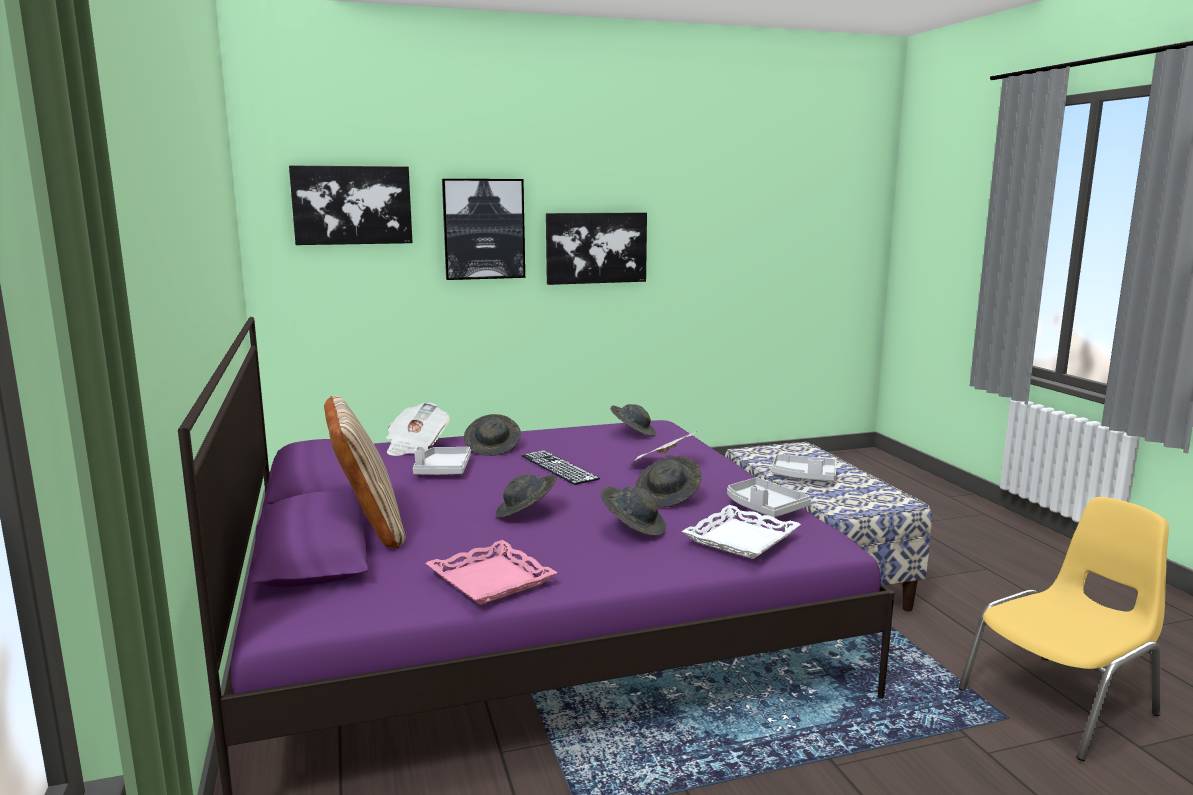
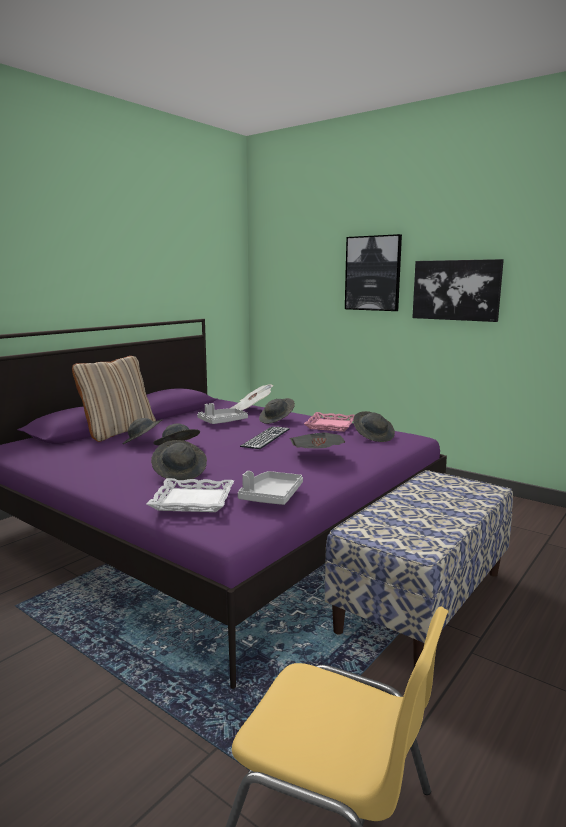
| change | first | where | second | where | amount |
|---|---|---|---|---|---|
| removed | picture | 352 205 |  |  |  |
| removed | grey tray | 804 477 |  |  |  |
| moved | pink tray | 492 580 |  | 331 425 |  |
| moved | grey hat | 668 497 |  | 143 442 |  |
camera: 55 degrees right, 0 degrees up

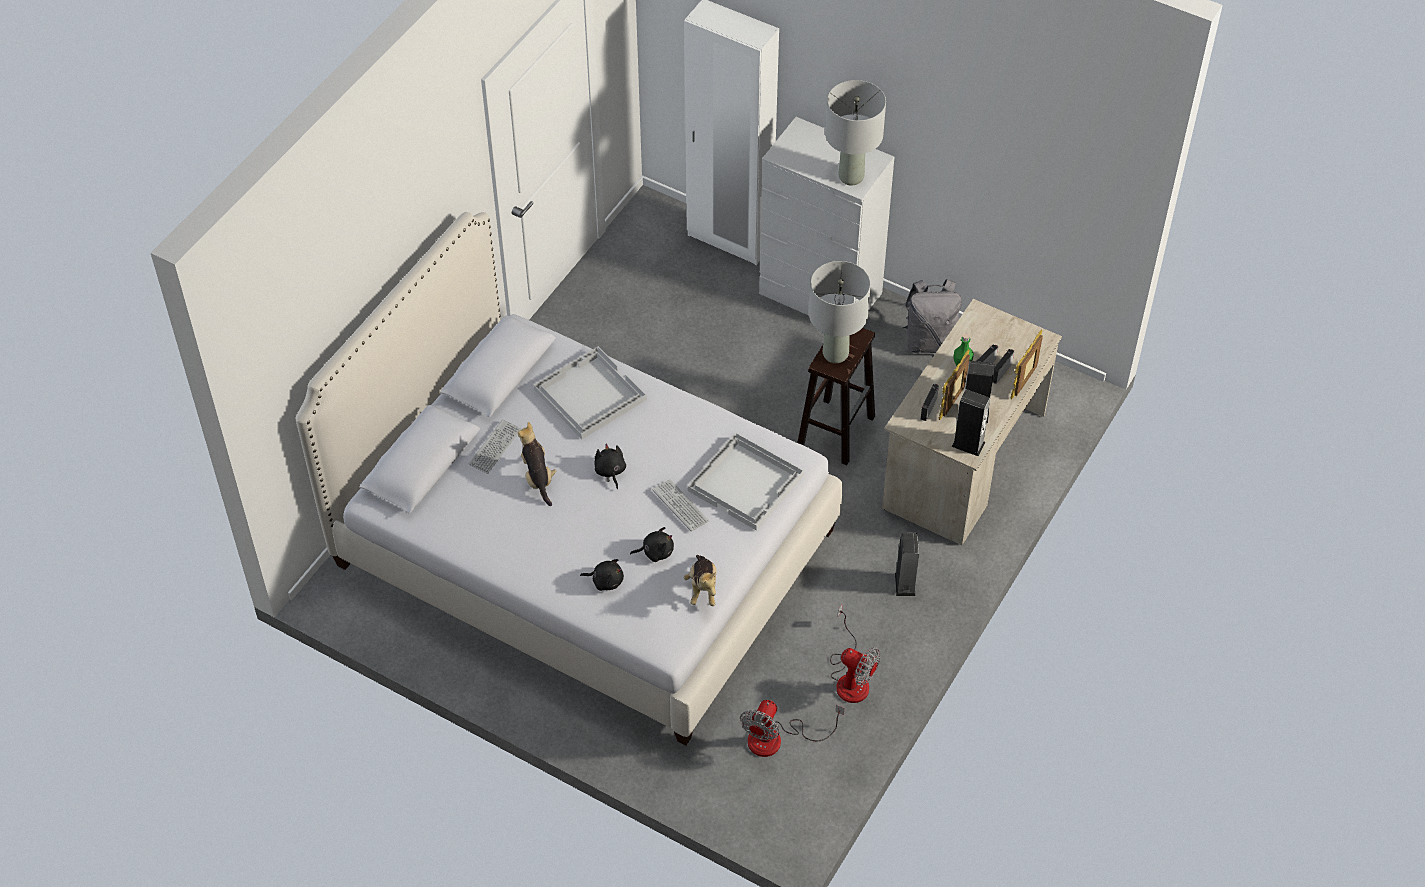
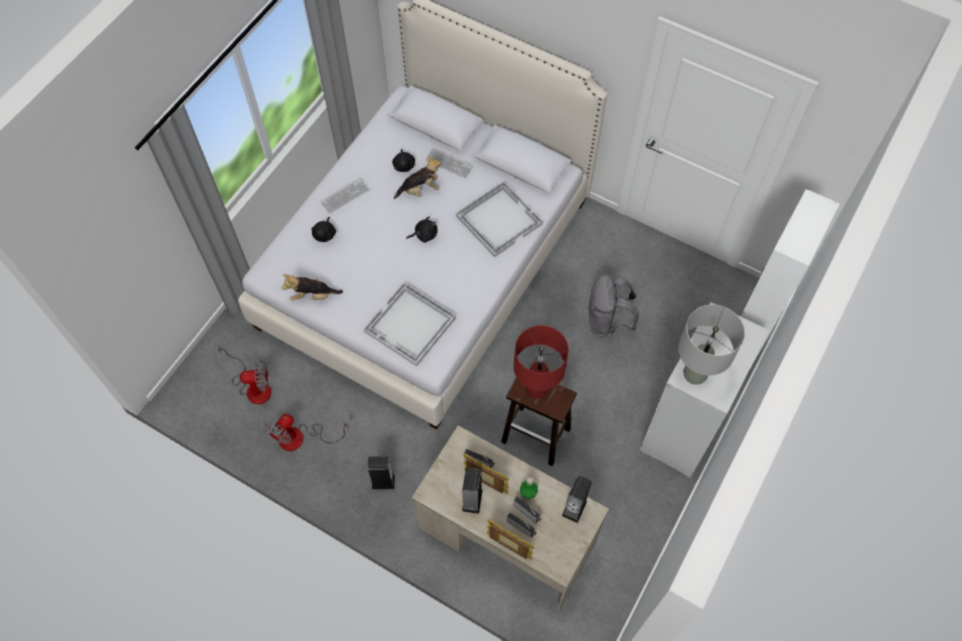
| change | first | where | second | where | amount |
|---|---|---|---|---|---|
| moved | black plush toy | 655 552 |  | 404 165 |  |
| moved | keyboard | 680 506 |  | 344 196 |  |
| moved | grey backpack | 930 341 |  | 607 322 |  |
| moved | speaker | 968 444 |  | 574 508 |  |
| recoloured | grey table lamp | 836 353 | red table lamp | 537 389 |  |
| turned | fan | 777 739 |  | 253 386 | 150 degrees clockwise |
camera: 90 degrees right, 10 degrees up

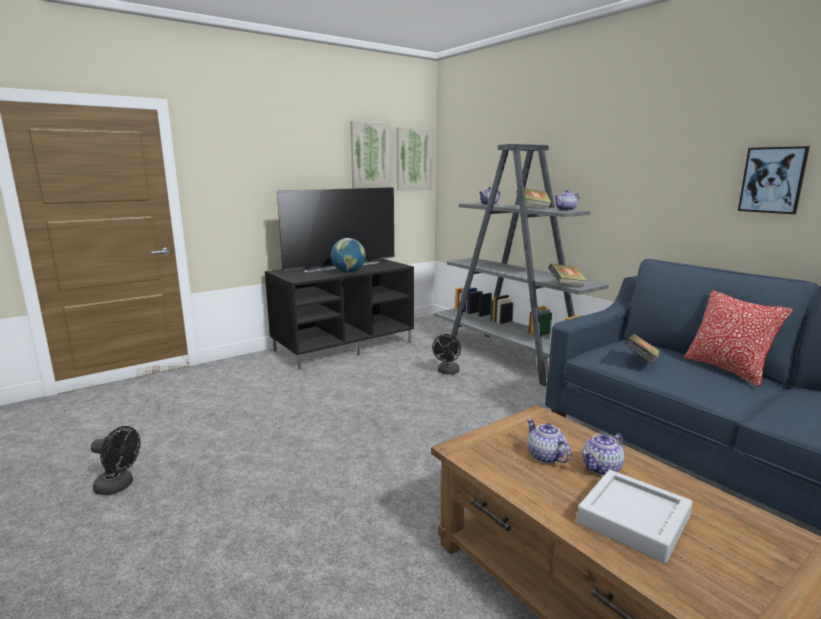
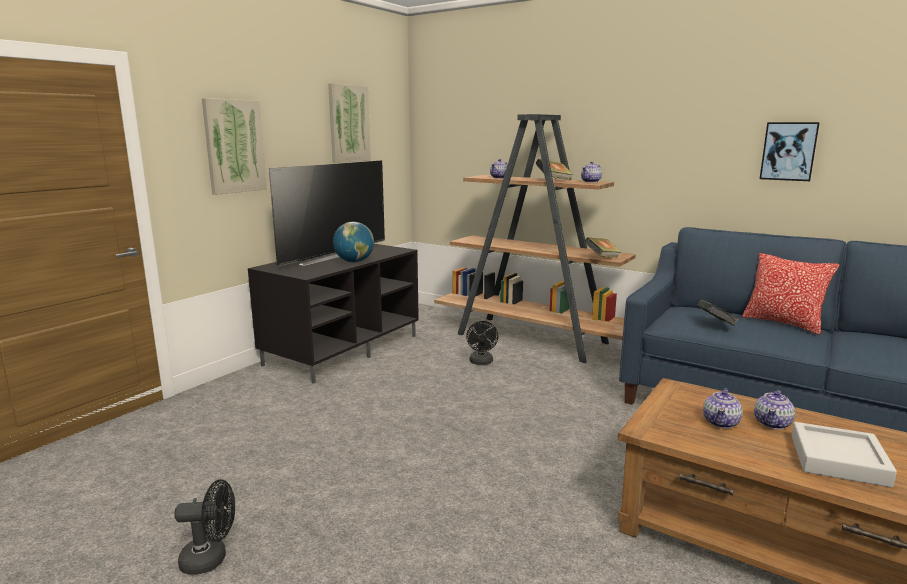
| change | first | where | second | where | amount |
|---|---|---|---|---|---|
| moved | picture | 413 159 |  | 234 146 |  |
| recoloured | grey bookcase | 513 358 | brown bookcase | 534 339 |  |
| turned | teapot | 545 457 |  | 721 422 | 105 degrees counterclockwise |
camera: 20 degrees left, 0 degrees up

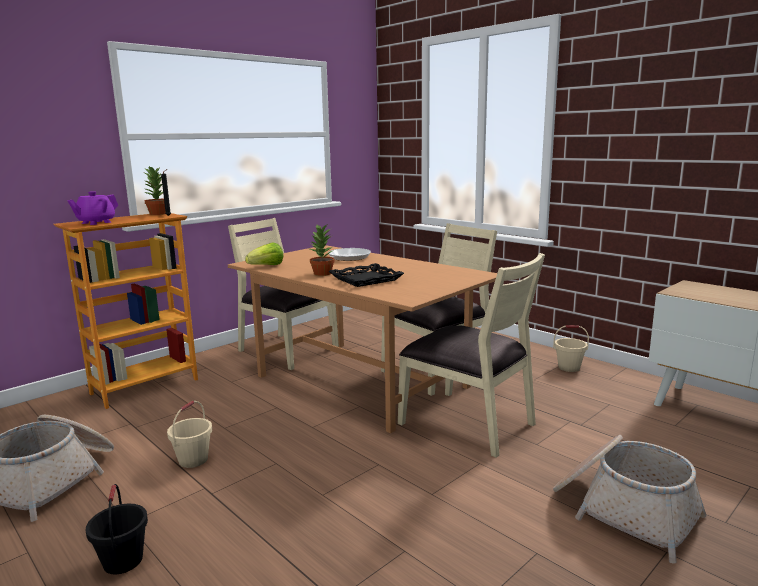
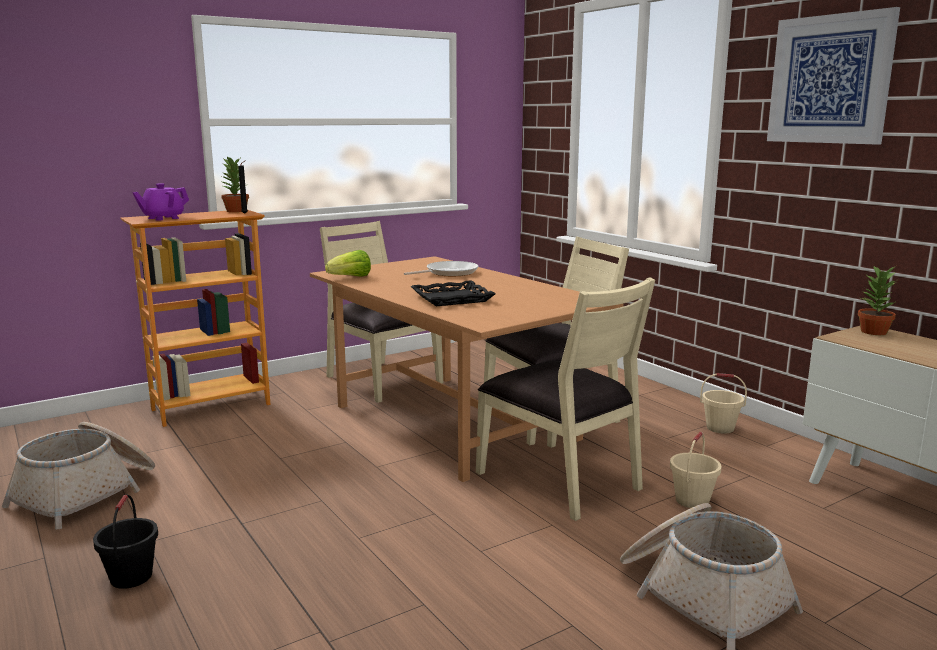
| change | first | where | second | where | amount |
|---|---|---|---|---|---|
| added |  |  | picture | 829 79 |  |
| moved | beige bucket | 193 460 |  | 692 501 |  |
| moved | potted plant | 322 273 |  | 874 332 |  |
camera: 10 degrees right, 0 degrees up

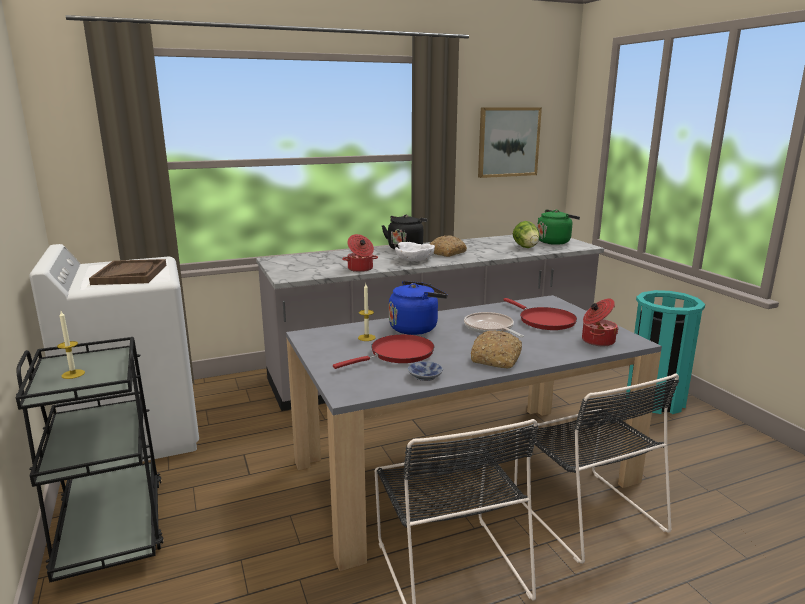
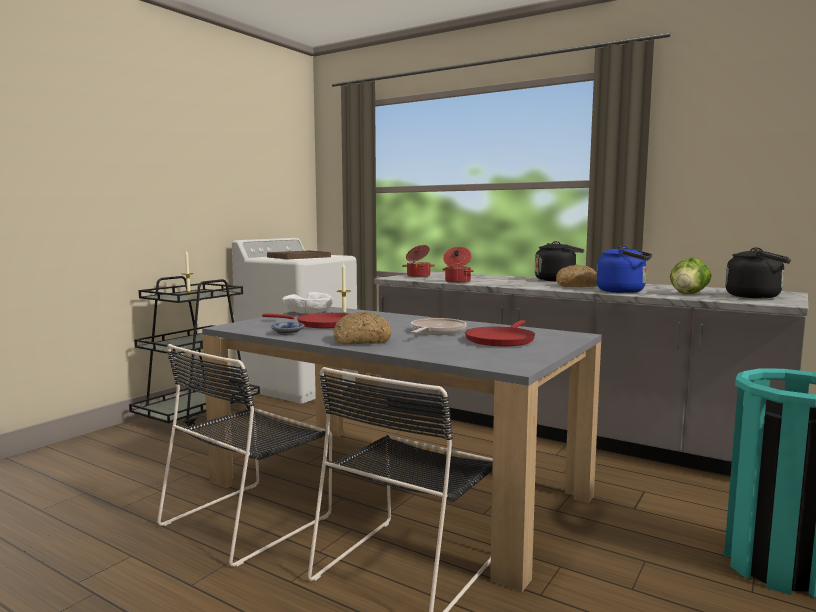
| change | first | where | second | where | amount |
|---|---|---|---|---|---|
| removed | picture | 508 142 |  |  |  |
| moved | blue kettle | 416 328 |  | 624 291 |  |
| moved | white bowl | 414 260 |  | 309 313 |  |
| moved | cooking pot | 597 341 |  | 418 276 |  |
| recoloured | green kettle | 554 242 | black kettle | 757 296 |  |
camera: 55 degrees right, 10 degrees down

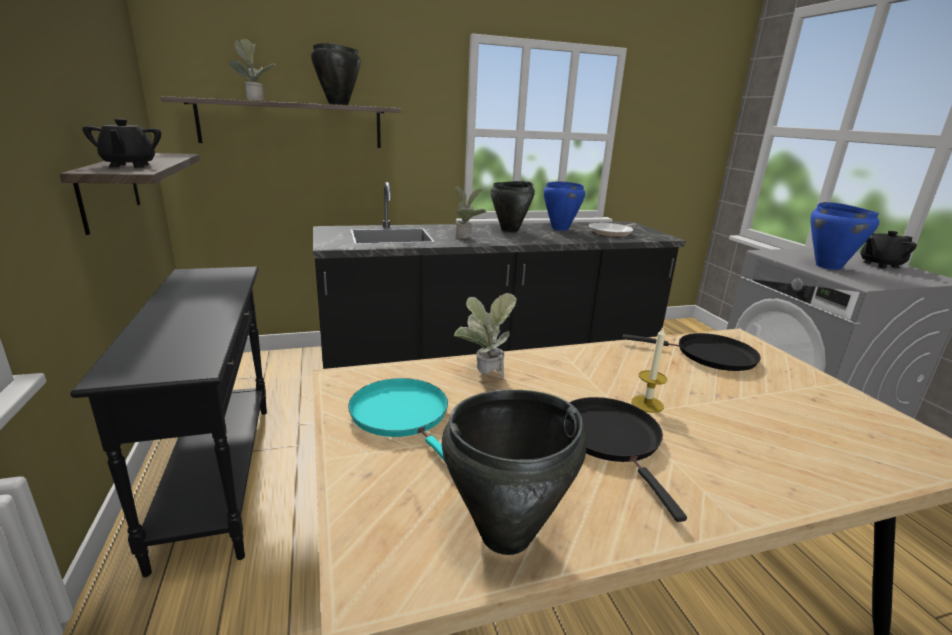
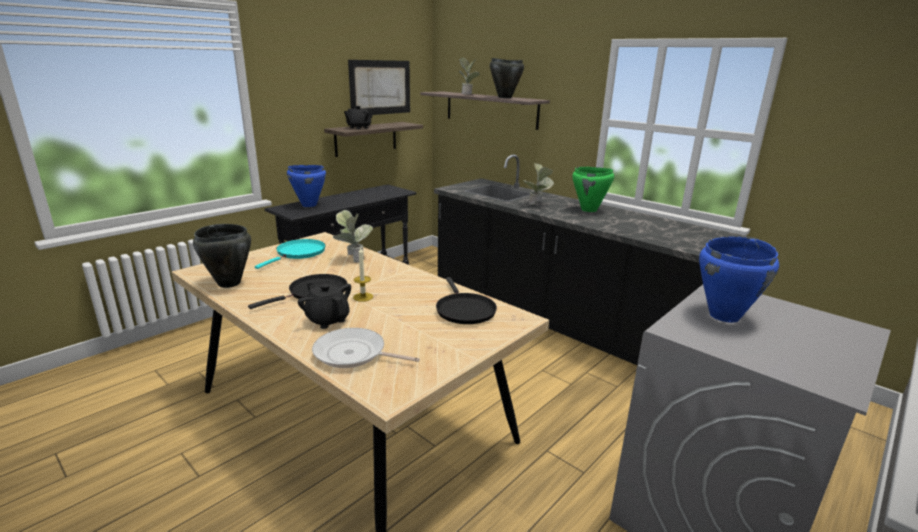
| change | first | where | second | where | amount |
|---|---|---|---|---|---|
| added |  |  | picture | 380 87 |  |
| moved | blue cooking pot | 559 228 |  | 309 205 |  |
| moved | frying pan | 612 232 |  | 353 354 |  |
| moved | black teapot | 880 264 |  | 327 320 |  |
| recoloured | black cooking pot | 510 230 | green cooking pot | 589 210 |  |
camera: 60 degrees right, 0 degrees up

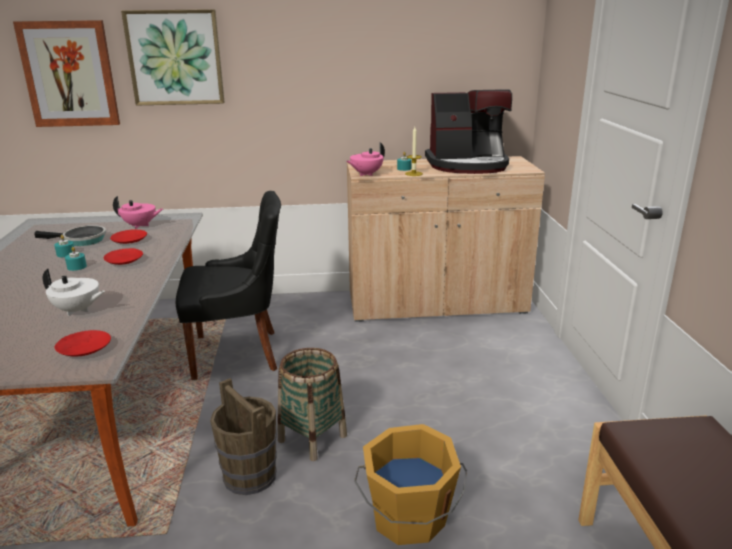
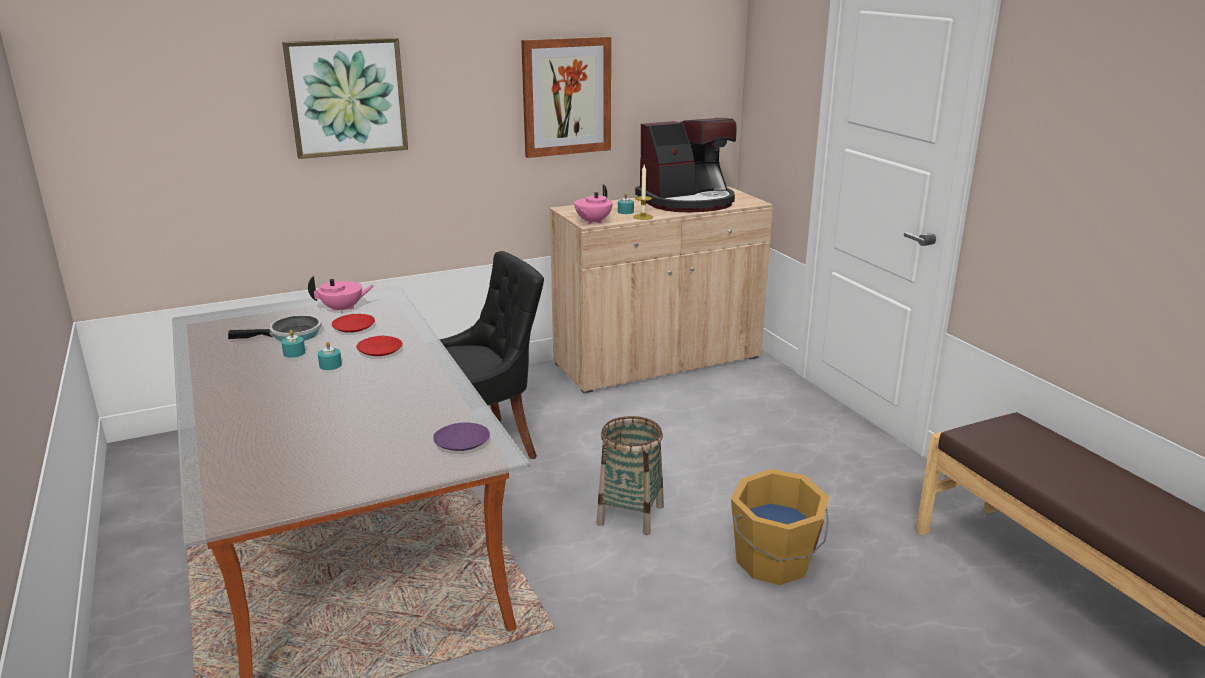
| change | first | where | second | where | amount |
|---|---|---|---|---|---|
| removed | white teapot | 77 310 |  |  |  |
| removed | brown bucket | 249 475 |  |  |  |
| moved | picture | 69 74 |  | 566 96 |  |
| recoloured | red plate | 84 349 | purple plate | 461 443 |  |
camera: 20 degrees left, 0 degrees up

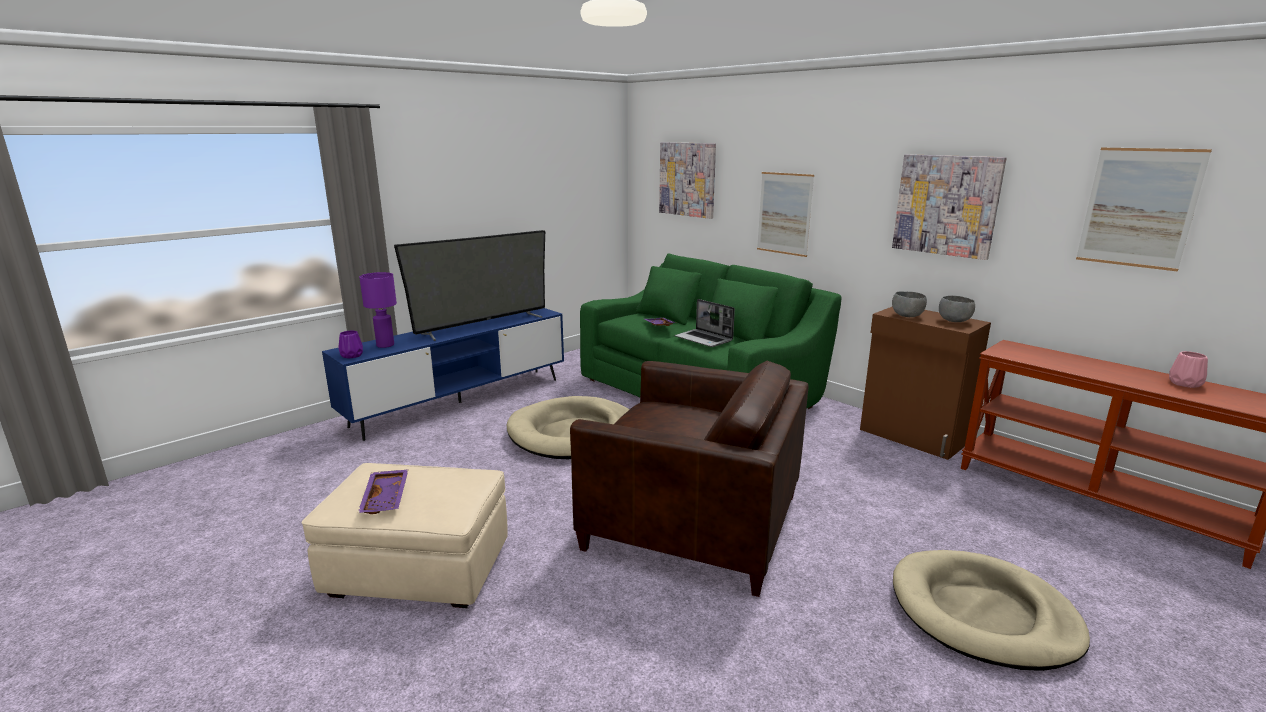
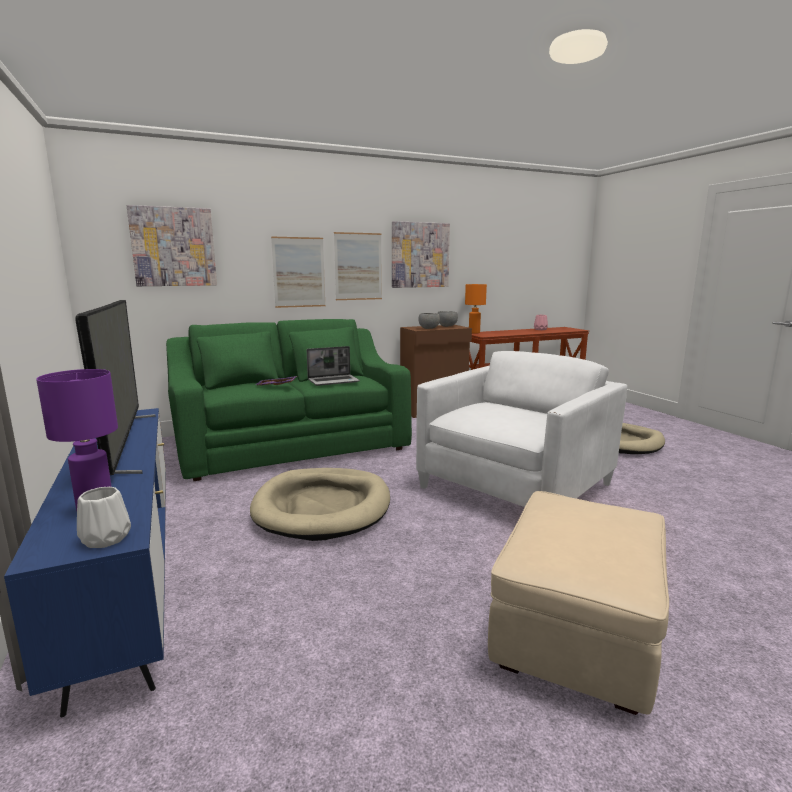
| change | first | where | second | where | amount |
|---|---|---|---|---|---|
| removed | purple tray | 386 498 |  |  |  |
| added |  |  | orange table lamp | 474 333 |  |
| moved | picture | 1139 208 |  | 358 266 |  |
| recoloured | purple vase | 352 355 | white vase | 106 538 |  |
| recoloured | brown armchair | 692 522 | white armchair | 516 486 |  |
camera: 70 degrees left, 5 degrees down

